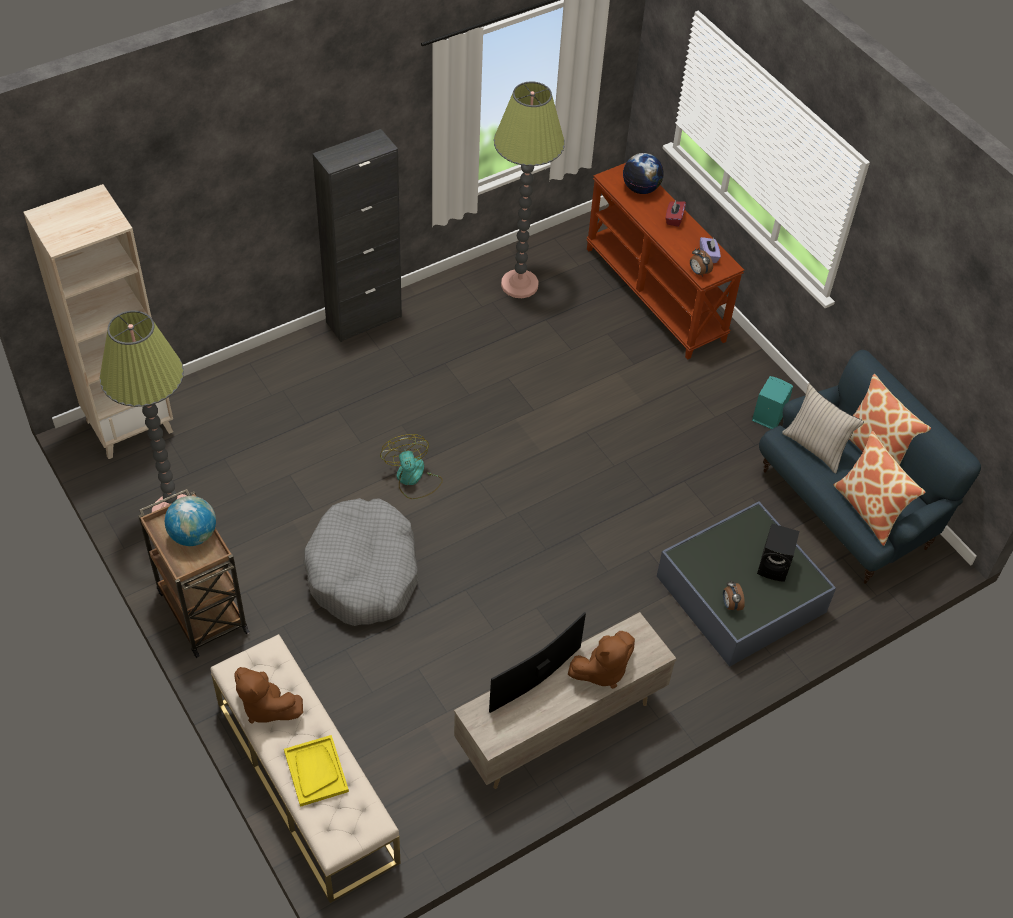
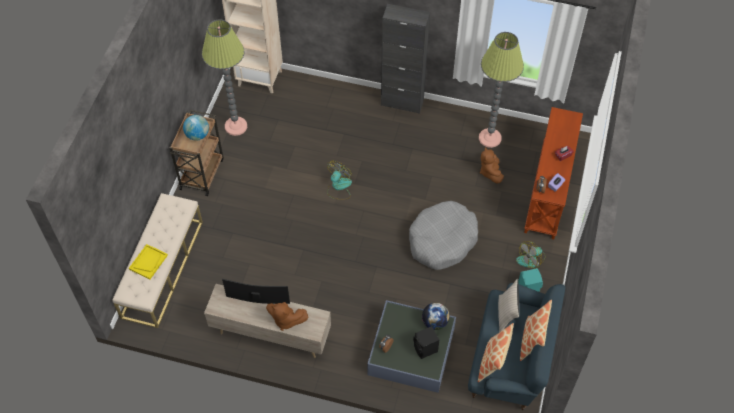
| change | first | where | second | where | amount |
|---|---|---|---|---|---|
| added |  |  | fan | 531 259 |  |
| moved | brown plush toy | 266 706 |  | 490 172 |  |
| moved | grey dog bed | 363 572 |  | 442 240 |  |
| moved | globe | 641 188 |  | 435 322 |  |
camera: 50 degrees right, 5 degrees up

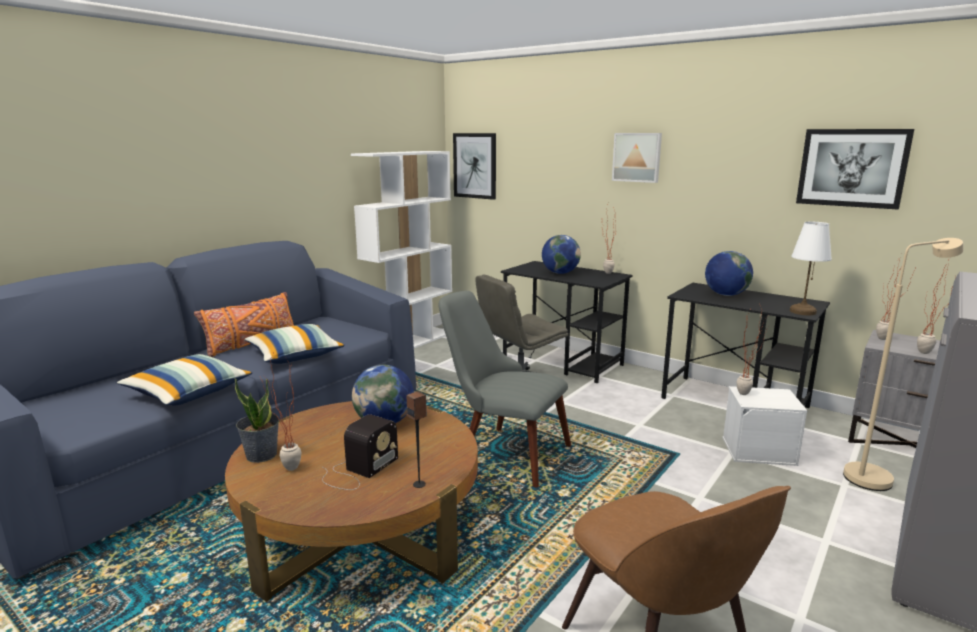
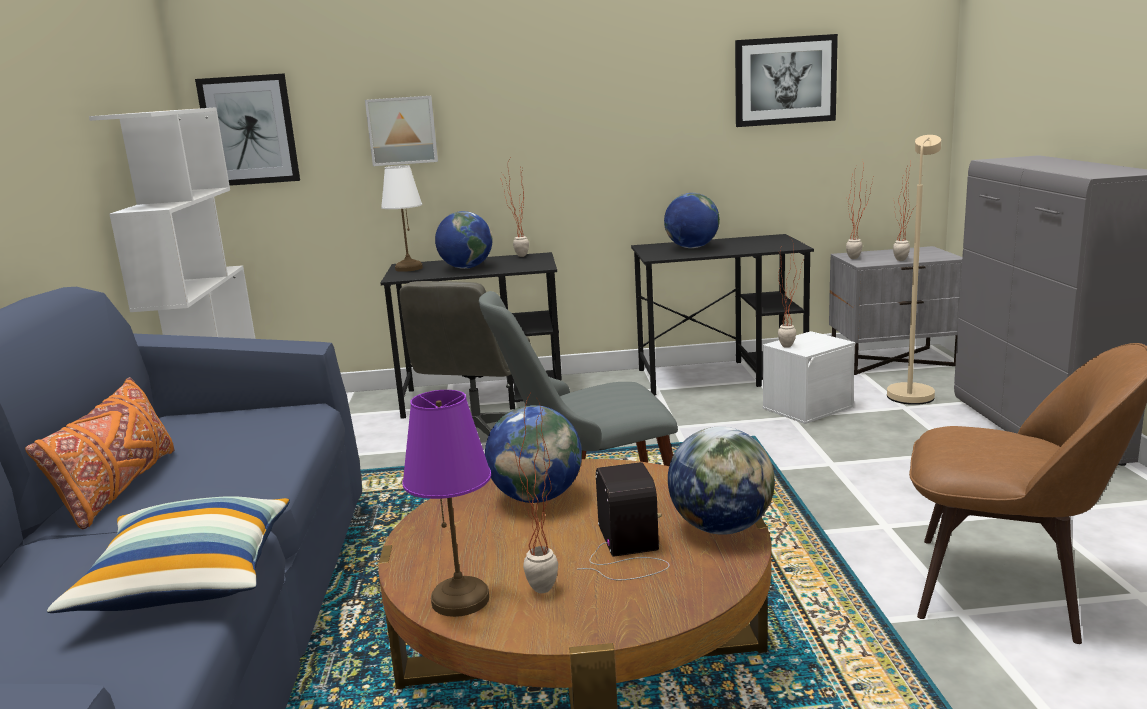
| change | first | where | second | where | amount |
|---|---|---|---|---|---|
| removed | pillow | 295 355 |  |  |  |
| moved | picture | 637 157 |  | 402 130 |  |
| moved | white table lamp | 802 312 |  | 408 268 |  |
| replaced | potted plant | 261 455 | purple table lamp | 461 599 |  |
| replaced | speaker | 419 484 | globe | 721 528 |  |
camera: 40 degrees left, 0 degrees up

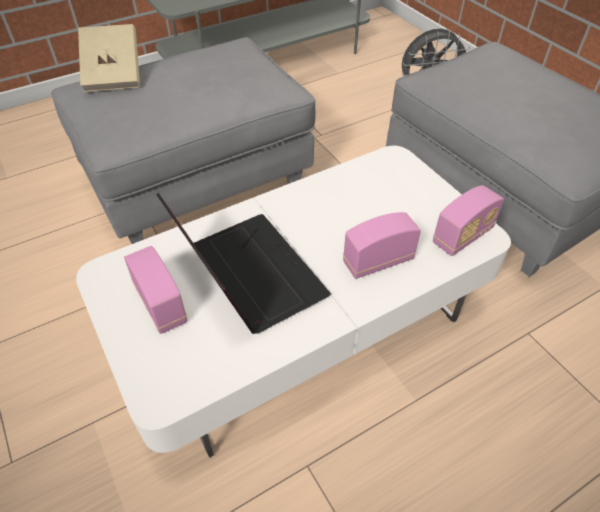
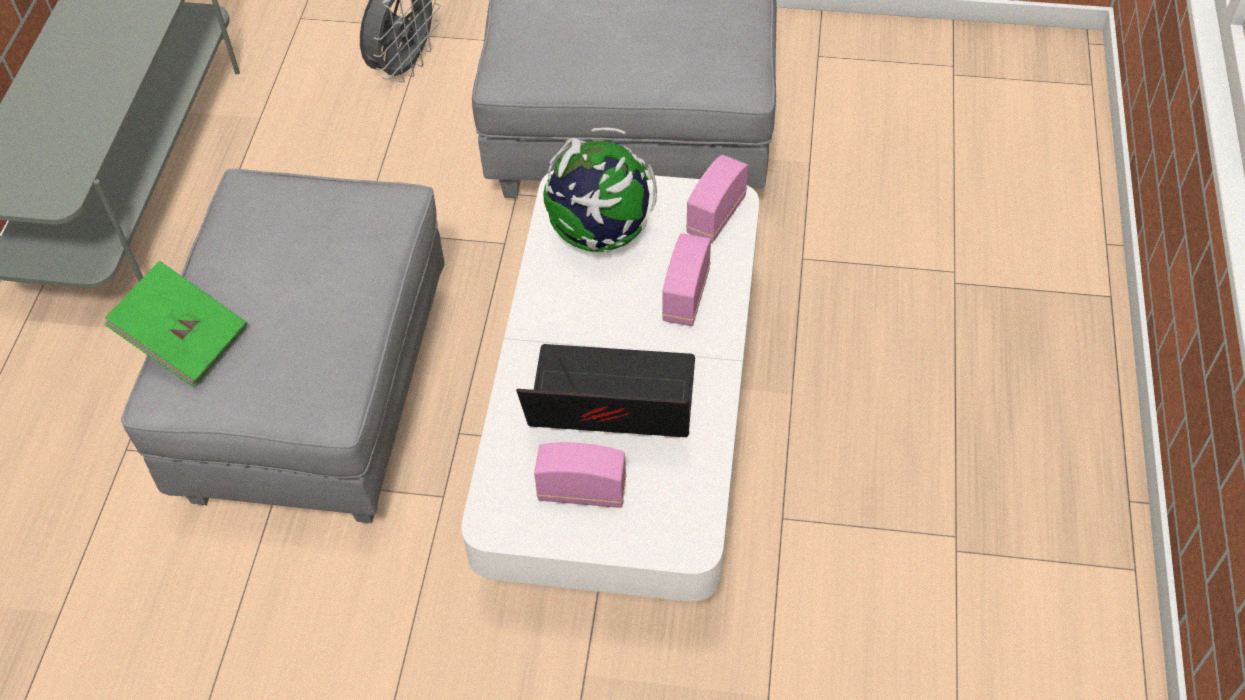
| change | first | where | second | where | amount |
|---|---|---|---|---|---|
| added |  |  | globe | 600 234 |  |
| recoloured | beige book | 114 75 | green book | 184 340 |  |
| turned | radio | 462 236 |  | 716 216 | 150 degrees counterclockwise |
camera: 50 degrees left, 5 degrees up

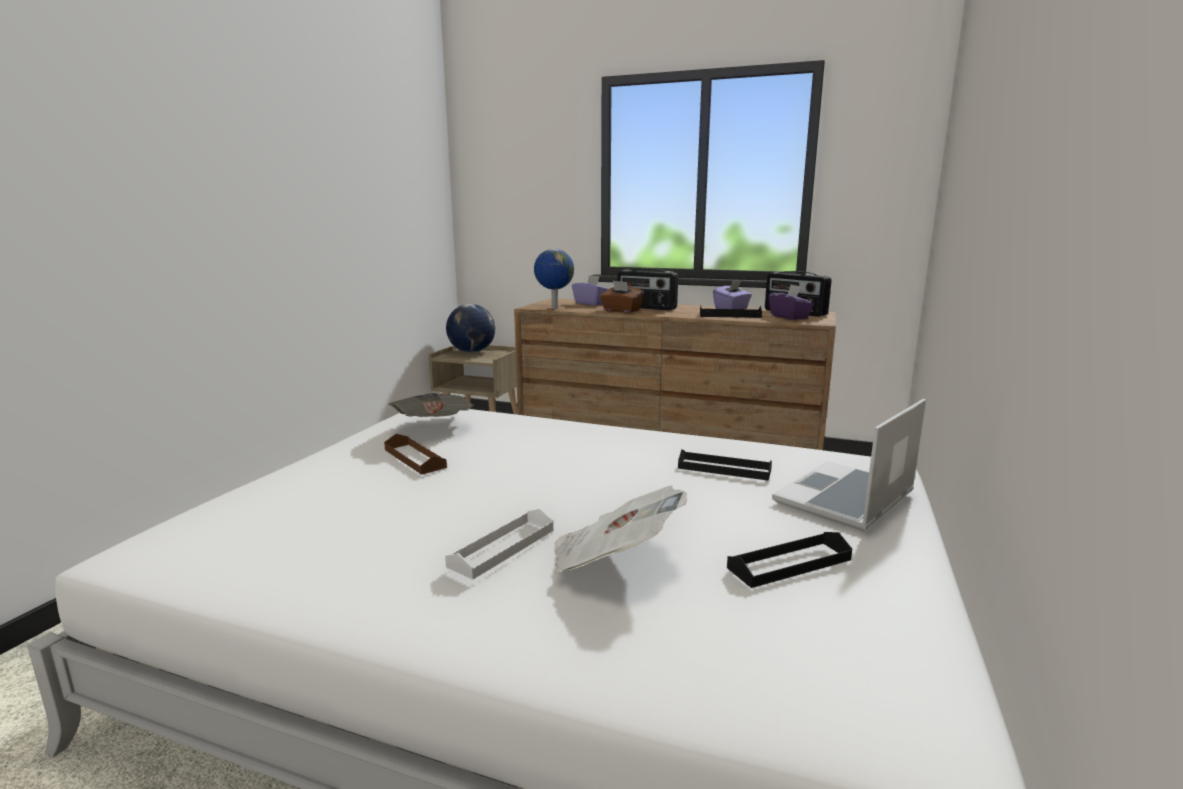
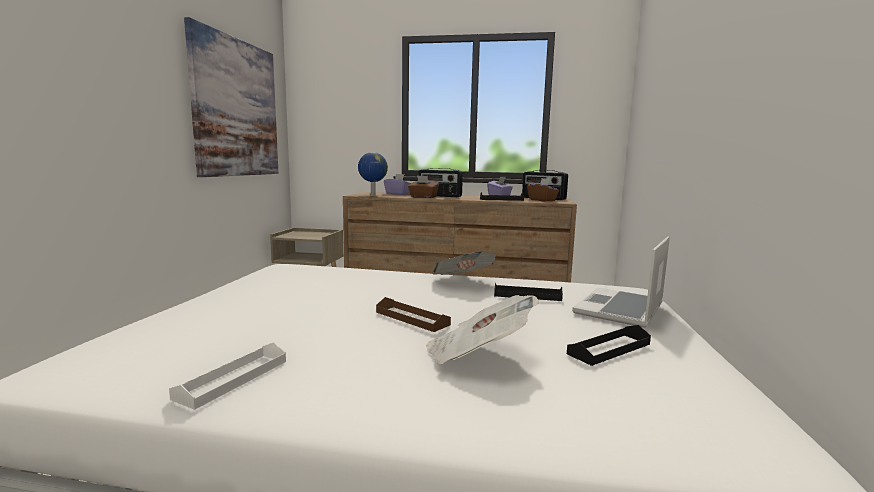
| change | first | where | second | where | amount |
|---|---|---|---|---|---|
| removed | globe | 472 352 |  |  |  |
| added |  |  | picture | 236 108 |  |
| moved | brown tray | 414 458 |  | 412 318 |  |
| moved | newspaper | 434 428 |  | 462 282 |  |
| moved | white tray | 502 548 |  | 233 379 |  |
| recoloured | purple tissue box | 789 317 | brown tissue box | 542 200 |  |
camera: 10 degrees left, 5 degrees down

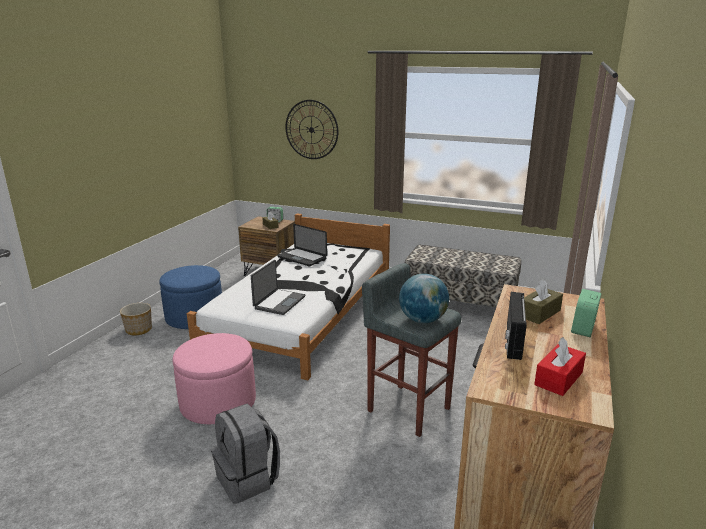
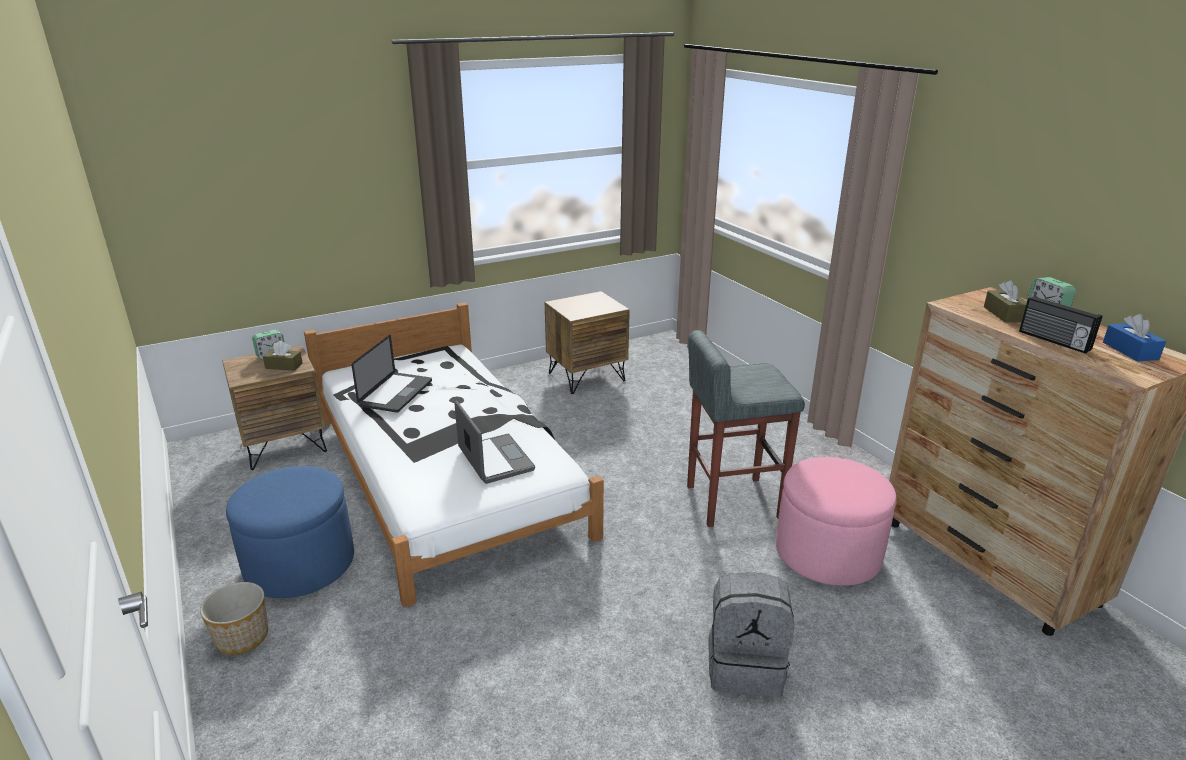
| change | first | where | second | where | amount |
|---|---|---|---|---|---|
| removed | wall clock | 311 130 |  |  |  |
| removed | globe | 423 320 |  |  |  |
| moved | pink ottoman | 218 403 |  | 827 553 |  |
| replaced | bench | 459 305 | brown nightstand | 586 377 |  |
| recoloured | red tissue box | 558 378 | blue tissue box | 1130 351 |  |
| turned | laptop | 302 258 |  | 396 393 | 60 degrees counterclockwise |
camera: 50 degrees left, 5 degrees up

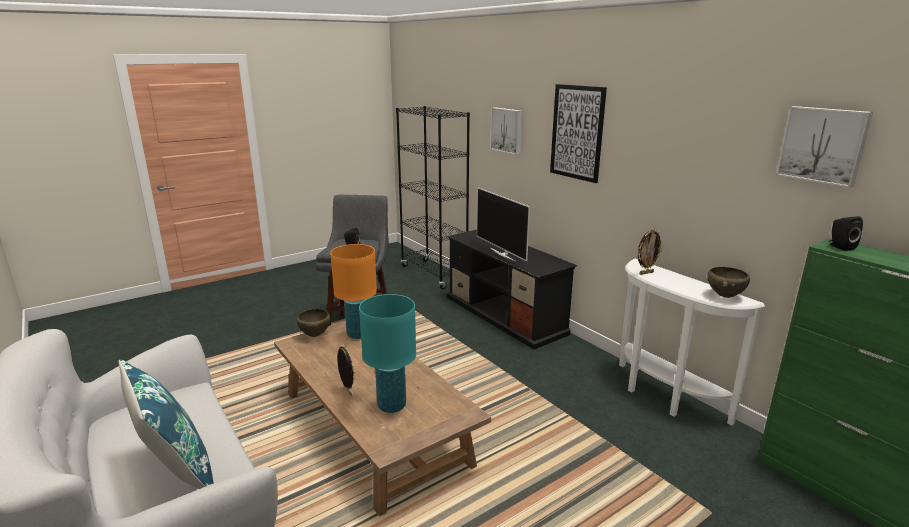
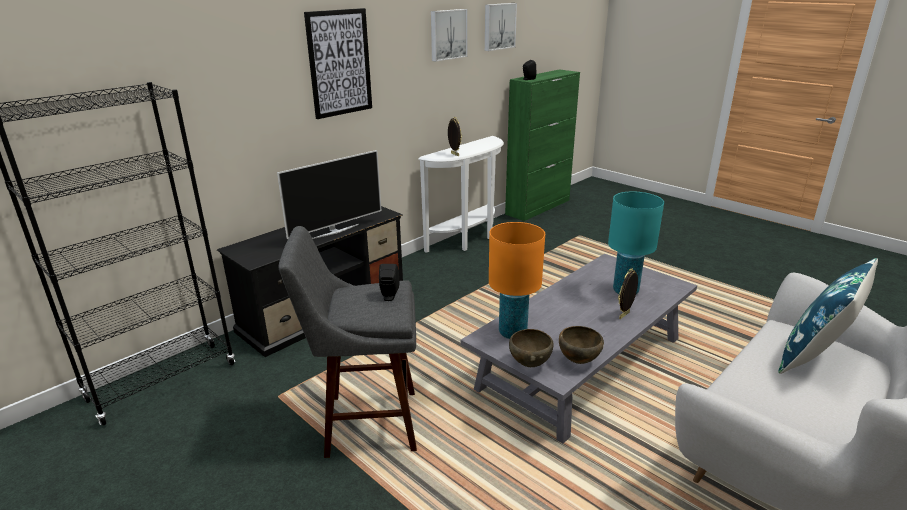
| change | first | where | second | where | amount |
|---|---|---|---|---|---|
| moved | picture | 507 130 |  | 447 34 |  |
| moved | brown bowl | 725 296 |  | 578 361 |  |
| recoloured | brown coffee table | 371 427 | grey coffee table | 583 364 |  |
camera: 100 degrees left, 5 degrees up

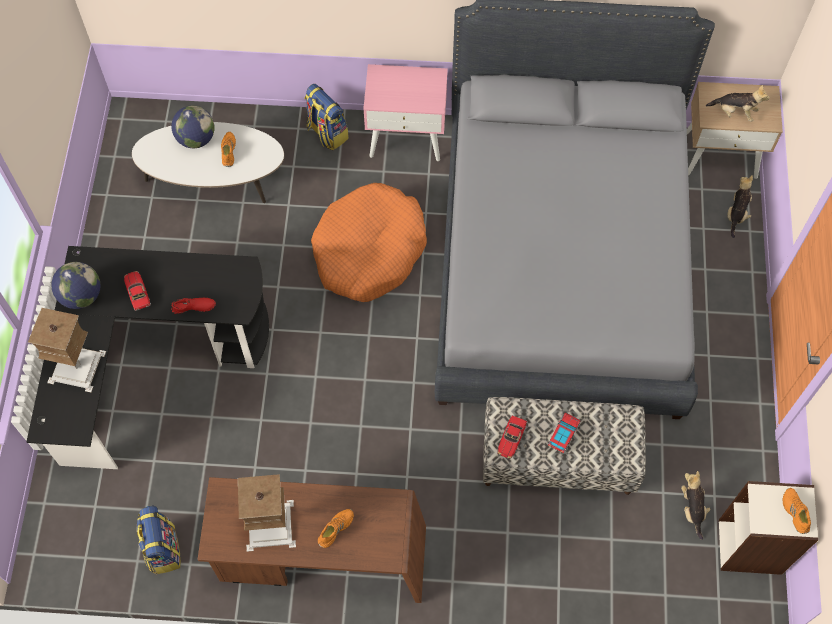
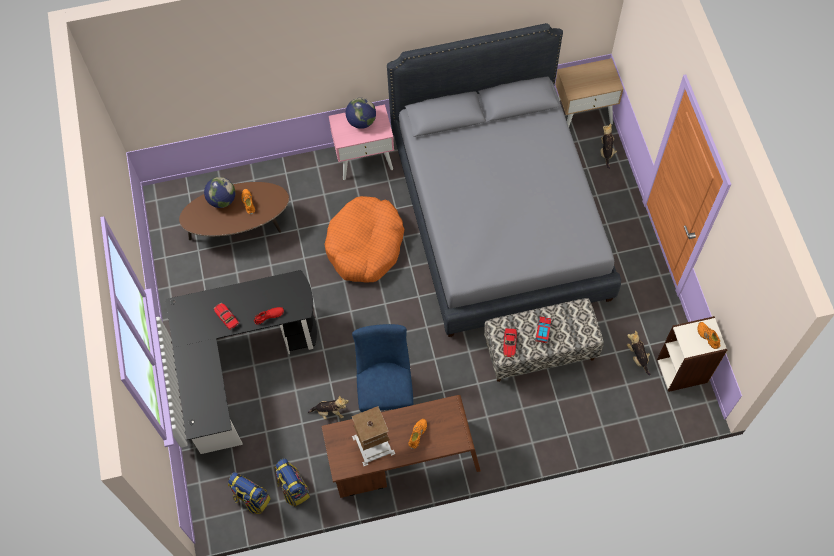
| change | first | where | second | where | amount |
|---|---|---|---|---|---|
| removed | table lamp | 76 365 |  |  |  |
| added |  |  | blue chair | 385 392 |  |
| moved | globe | 81 296 |  | 361 121 |  |
| moved | backpack | 326 133 |  | 251 498 |  |
| moved | plush toy | 735 112 |  | 330 412 |  |
| recoloured | white coffee table | 215 182 | brown coffee table | 240 227 |  |
camera: 15 degrees left, 0 degrees up

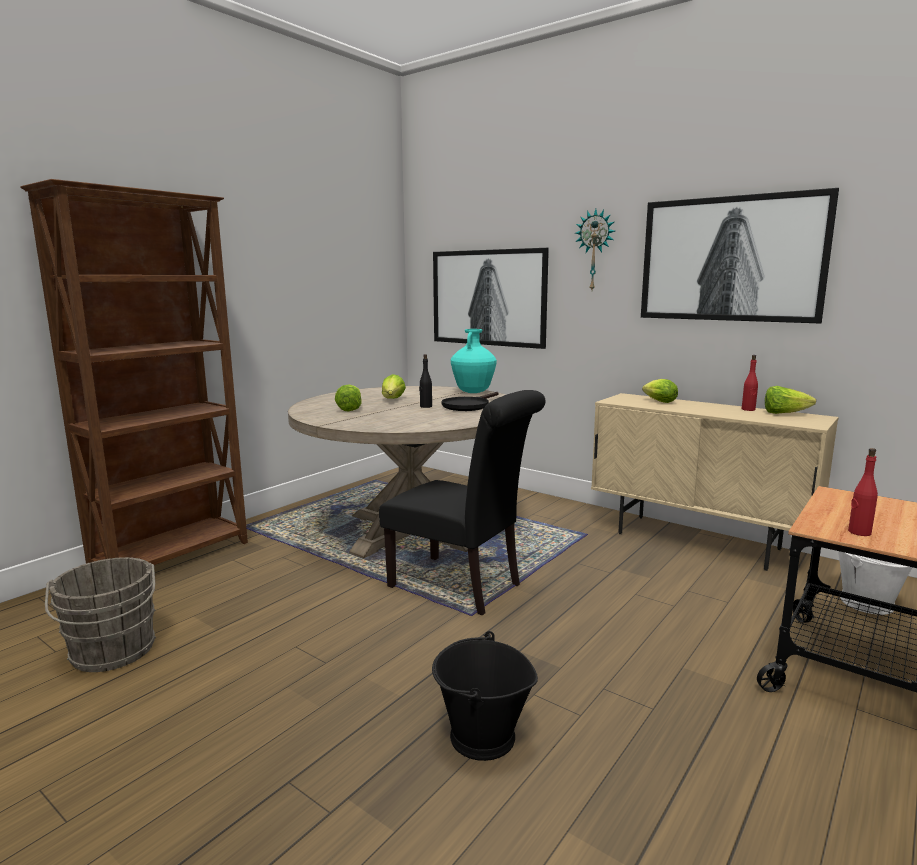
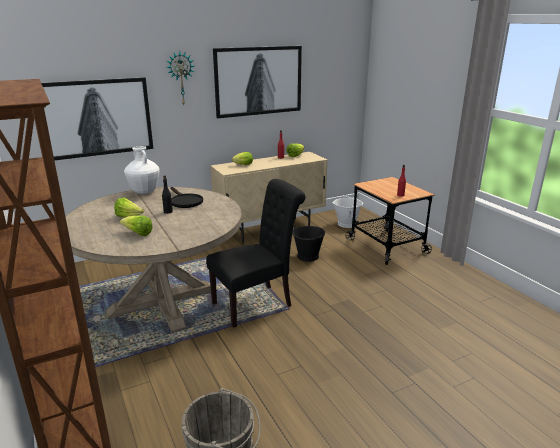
| change | first | where | second | where | amount |
|---|---|---|---|---|---|
| moved | black bucket | 482 737 |  | 308 256 |  |
| recoloured | turquoise vase | 473 392 | white vase | 144 192 |  |
camera: 65 degrees left, 10 degrees up

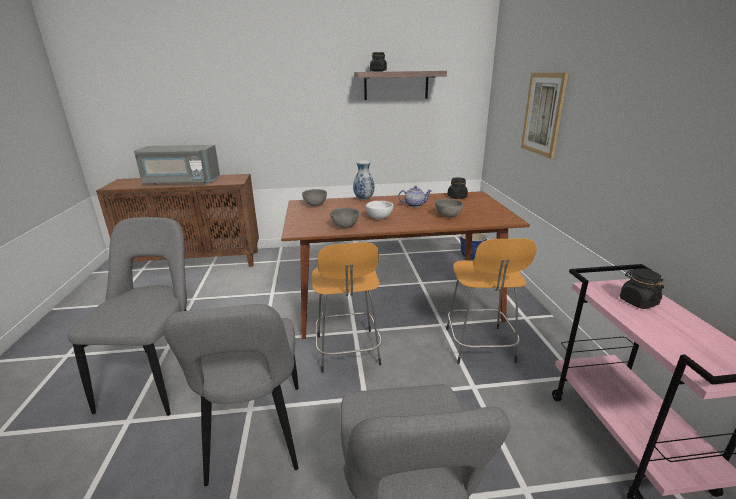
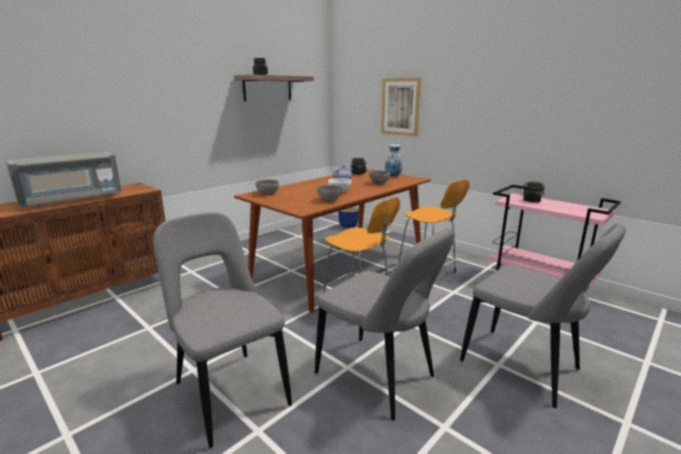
| change | first | where | second | where | amount |
|---|---|---|---|---|---|
| moved | vase | 363 199 |  | 393 176 |  |
camera: 40 degrees left, 5 degrees down

